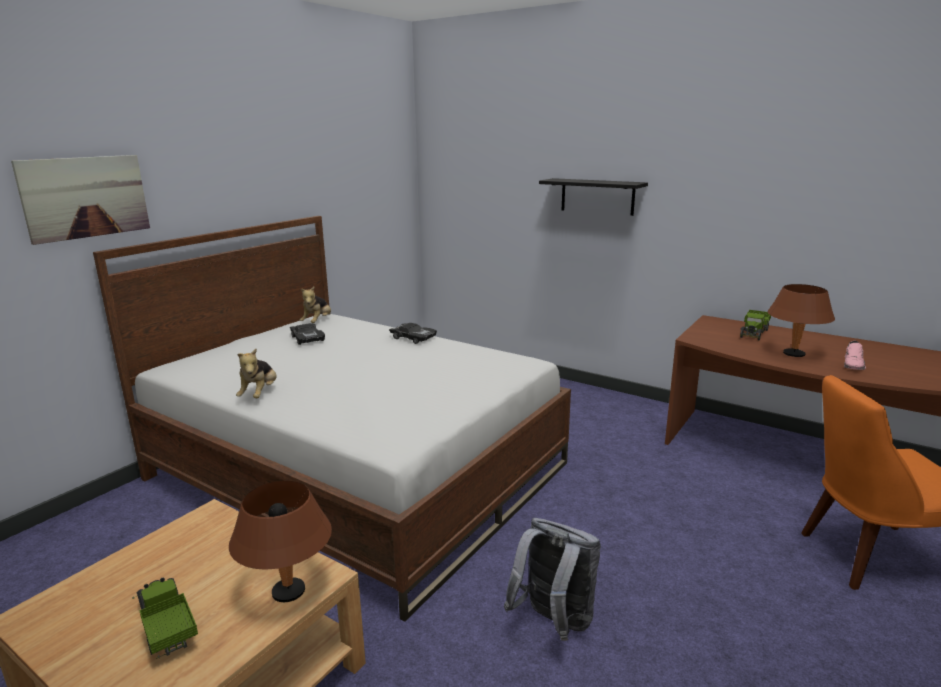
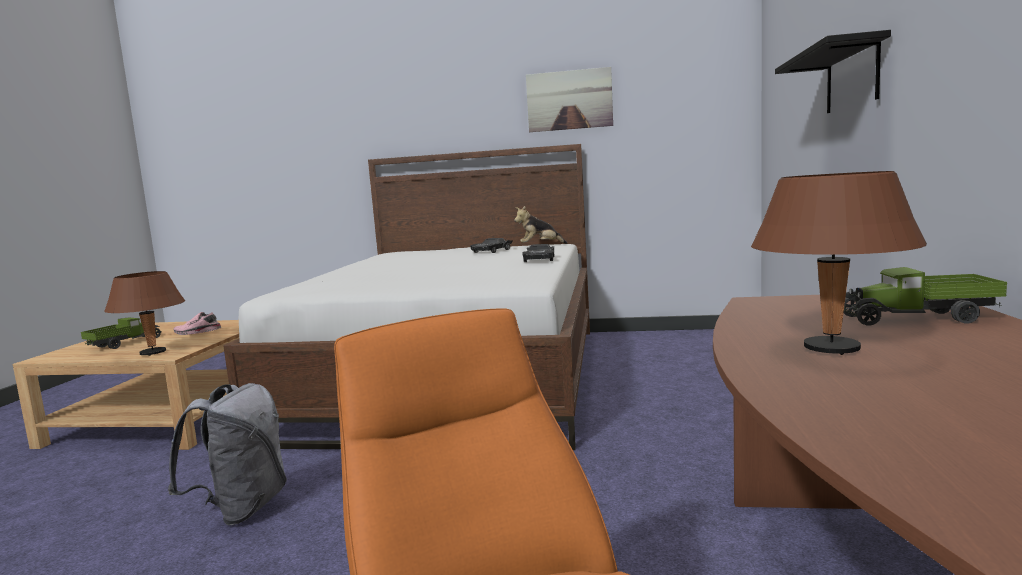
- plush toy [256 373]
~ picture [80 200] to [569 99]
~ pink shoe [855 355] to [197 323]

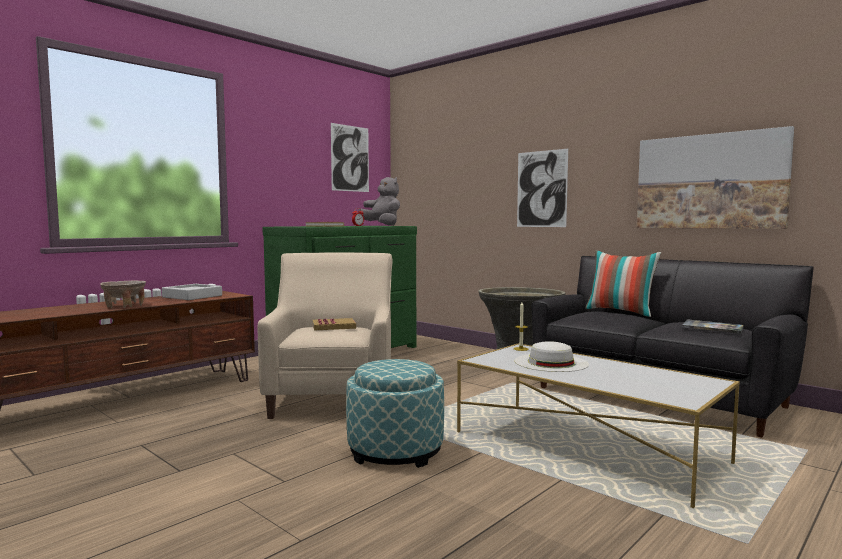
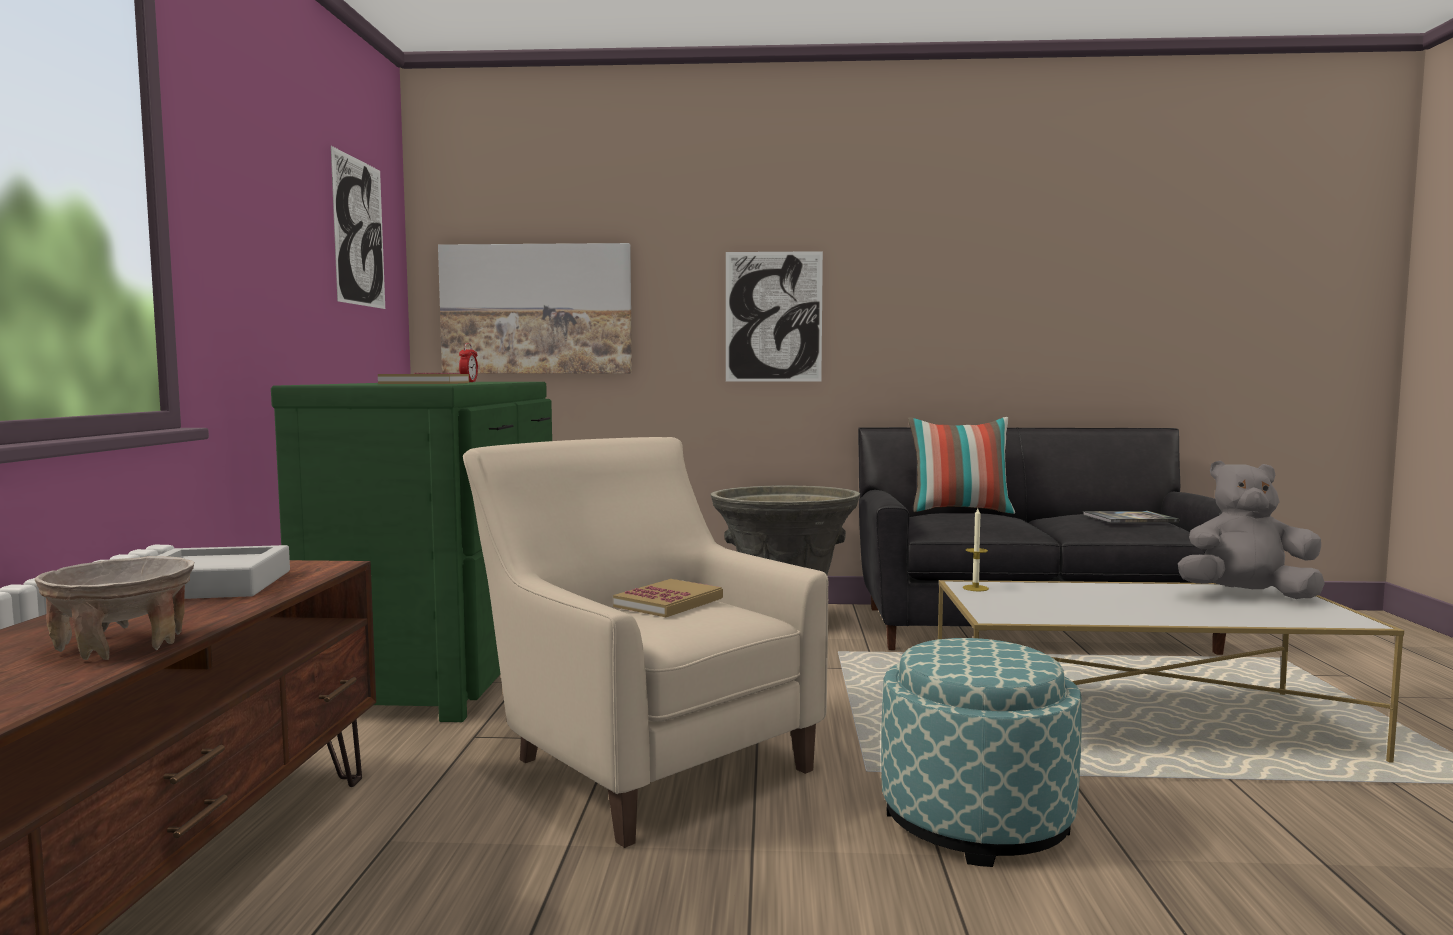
- white hat [551 356]
~ grey plush toy [379 201] to [1251 530]
~ picture [715 177] to [535 308]

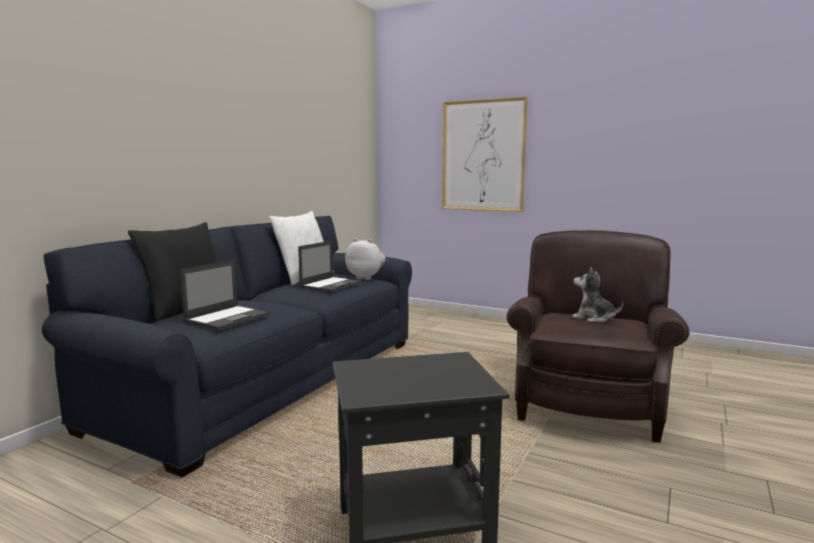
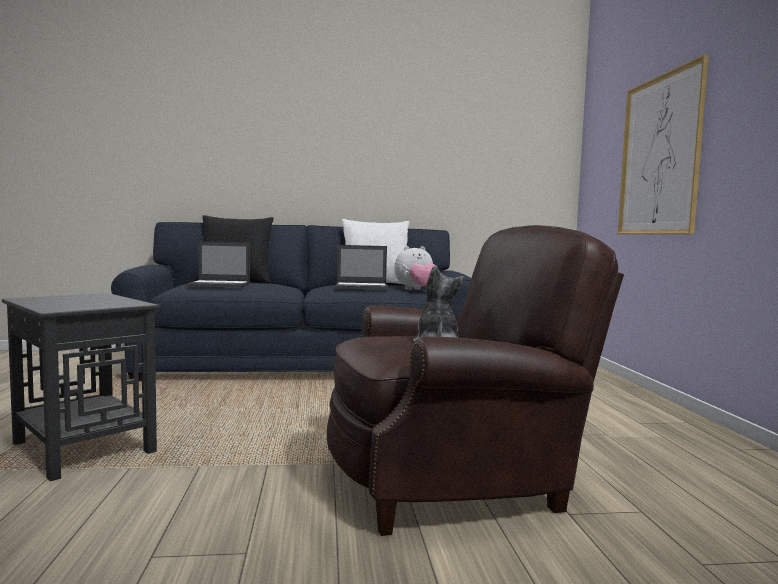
~ plush toy [365 259] = [414 268] 75 degrees clockwise

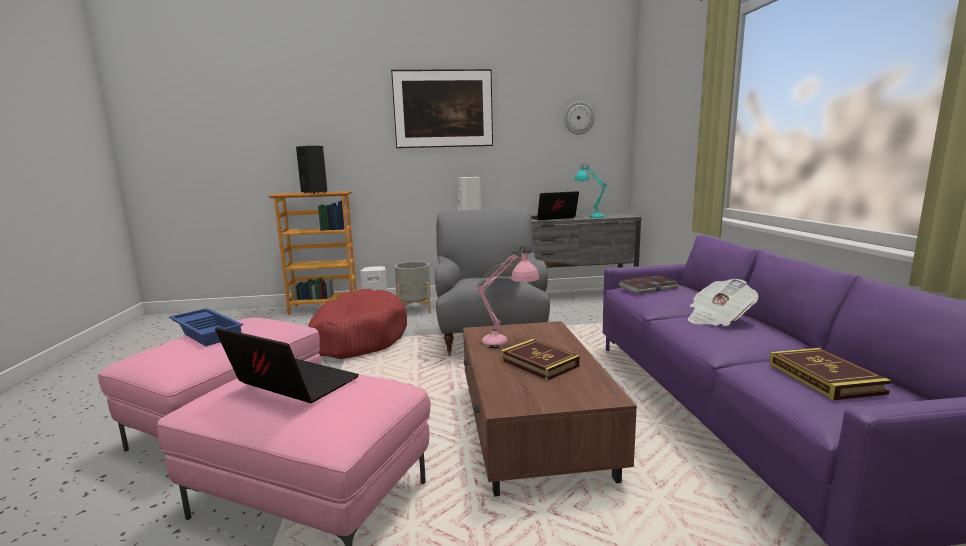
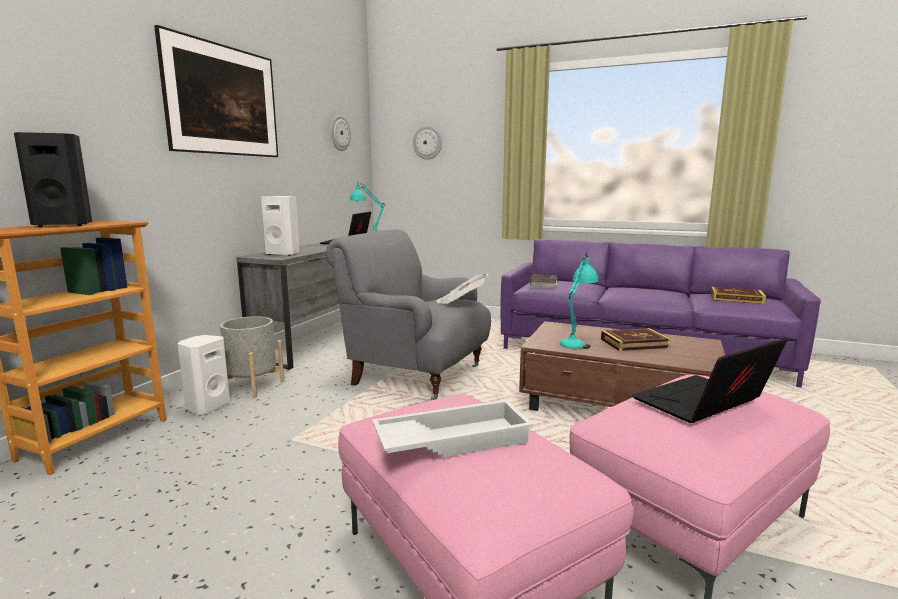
- red dog bed [358 323]
- newspaper [723 302]
+ wall clock [427 143]
~ blue tray [206 327] to white tray [453 428]
~ pink table lamp [508 297] to turquoise table lamp [579 301]

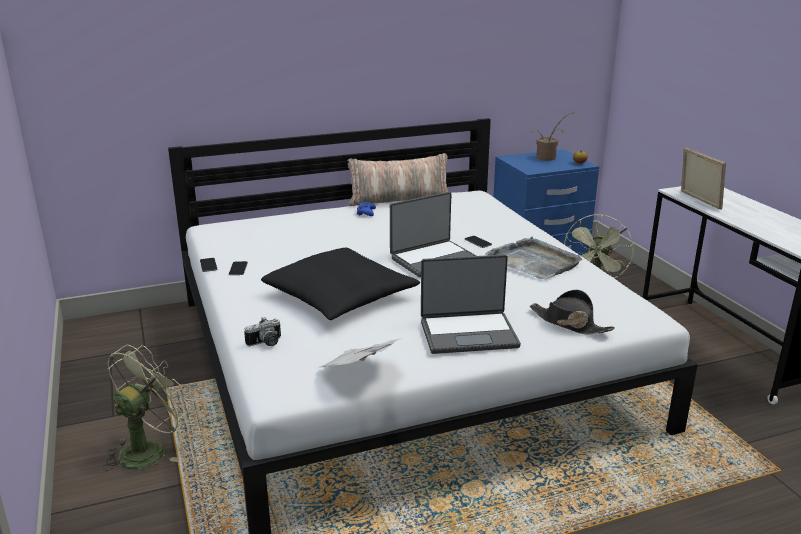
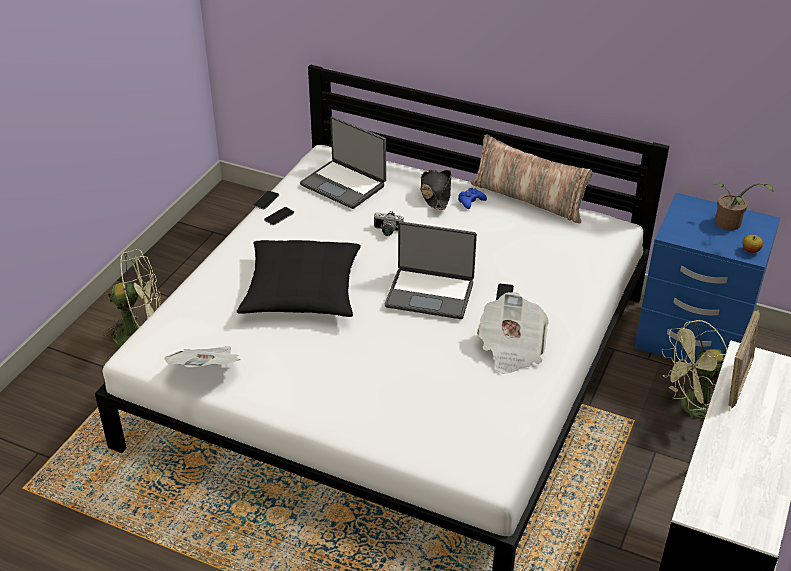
~ photo camera [262 331] to [389 223]
~ laptop [471 304] to [343 162]
~ black hat [572 312] to [436 189]
~ grey tray [533 258] to newspaper [513 333]

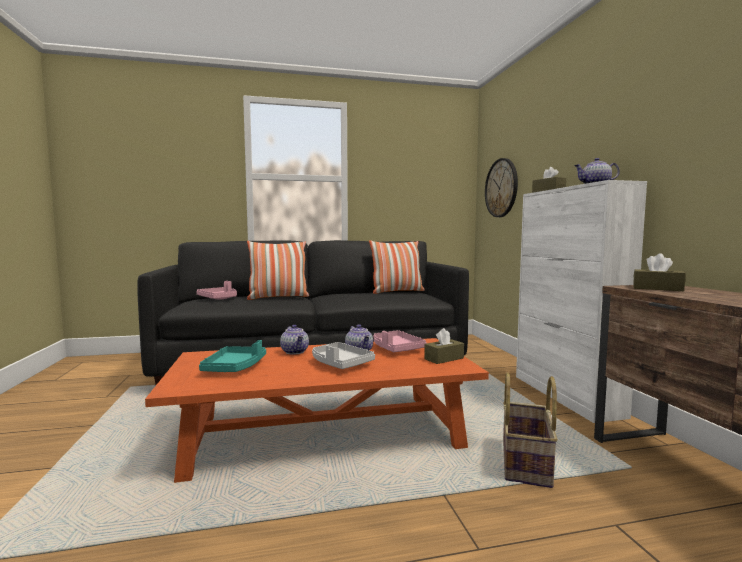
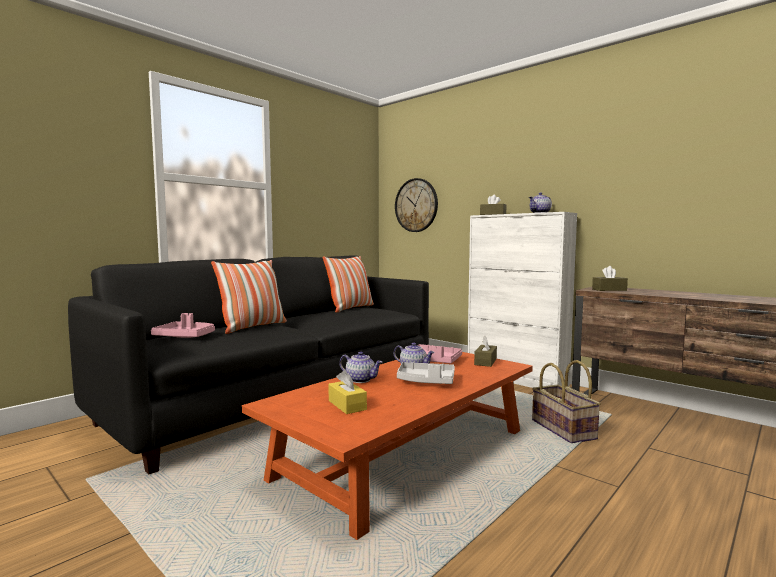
~ turquoise tray [232 356] to yellow tissue box [347 392]

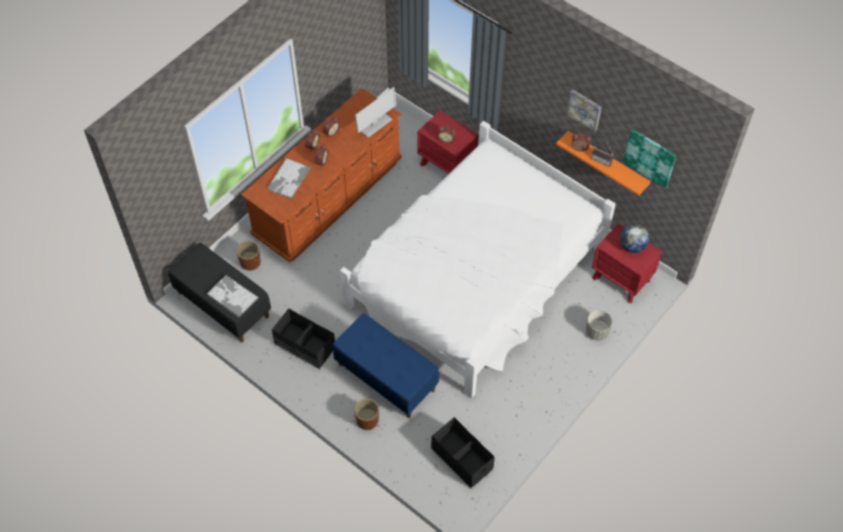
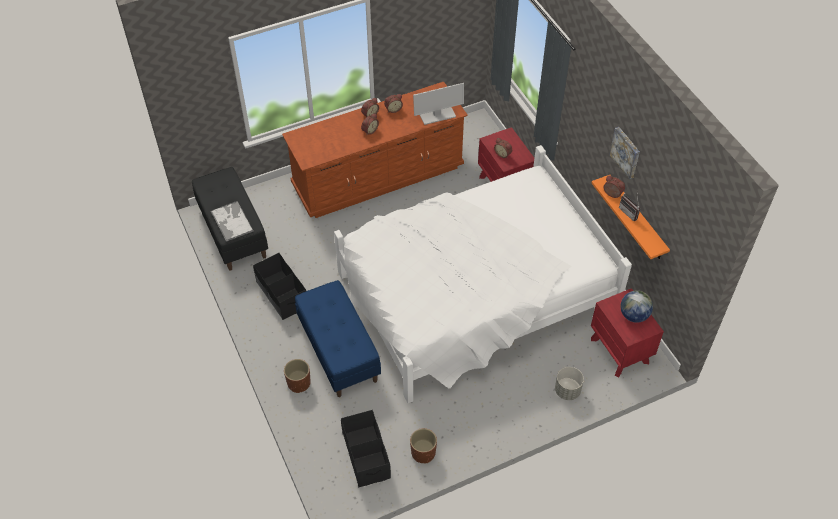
- tray [289 178]
- picture [649 159]
~ brown planter [248 255] to [423 445]

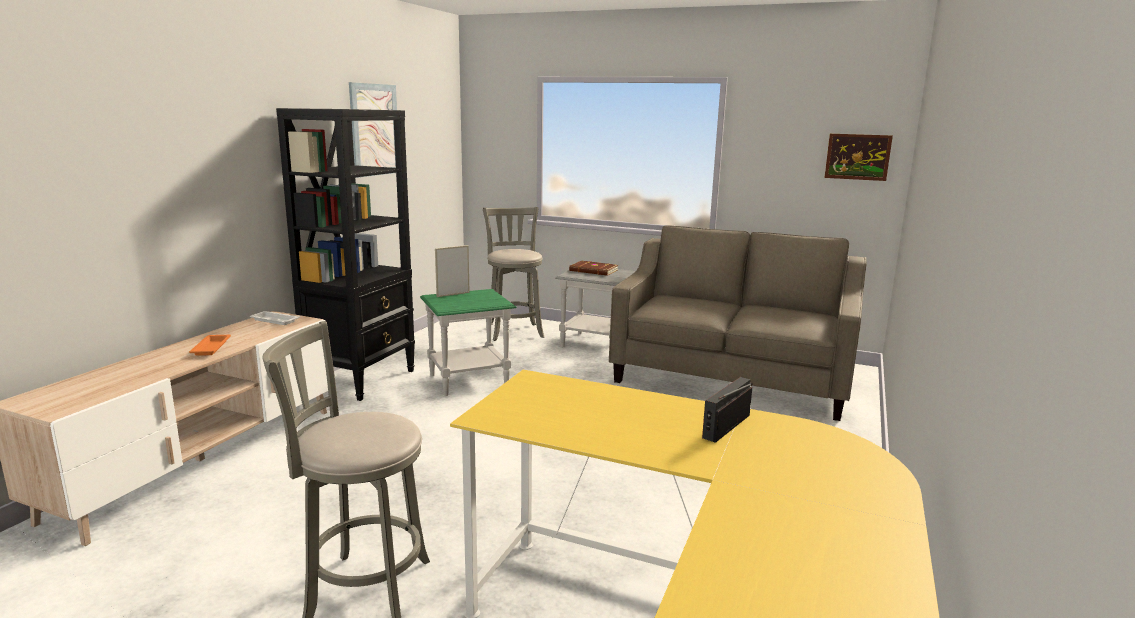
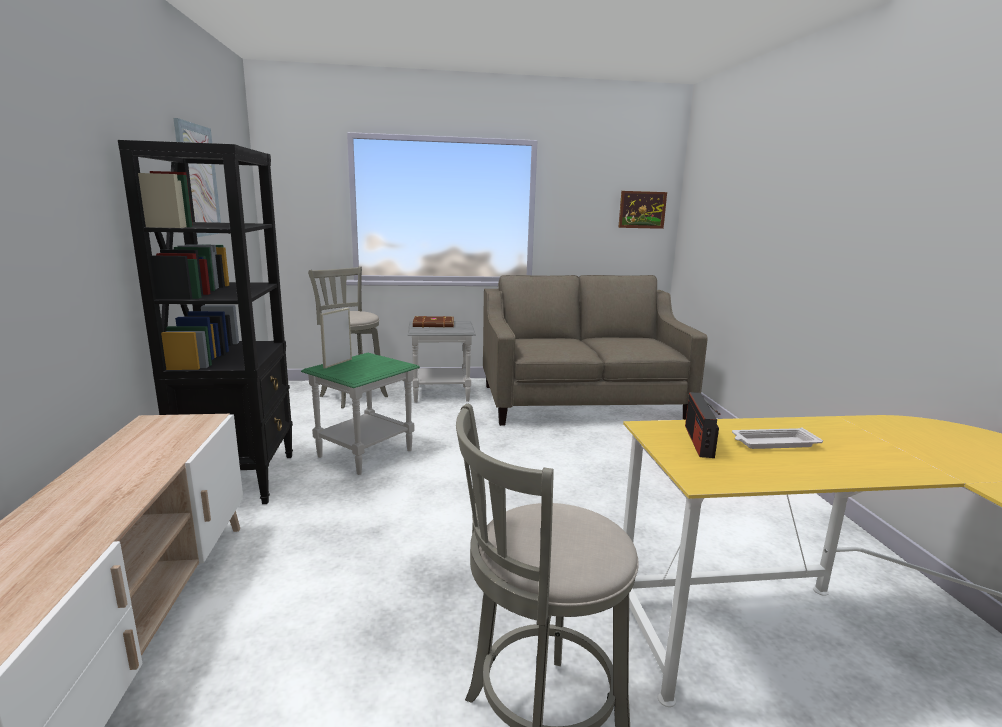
- orange tray [210 345]
~ white tray [275 318] to [777 438]
~ radio [727 410] to [702 425]

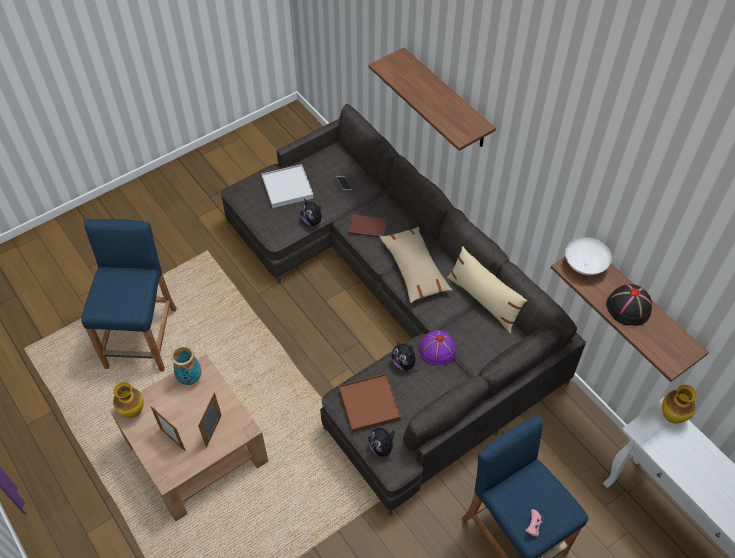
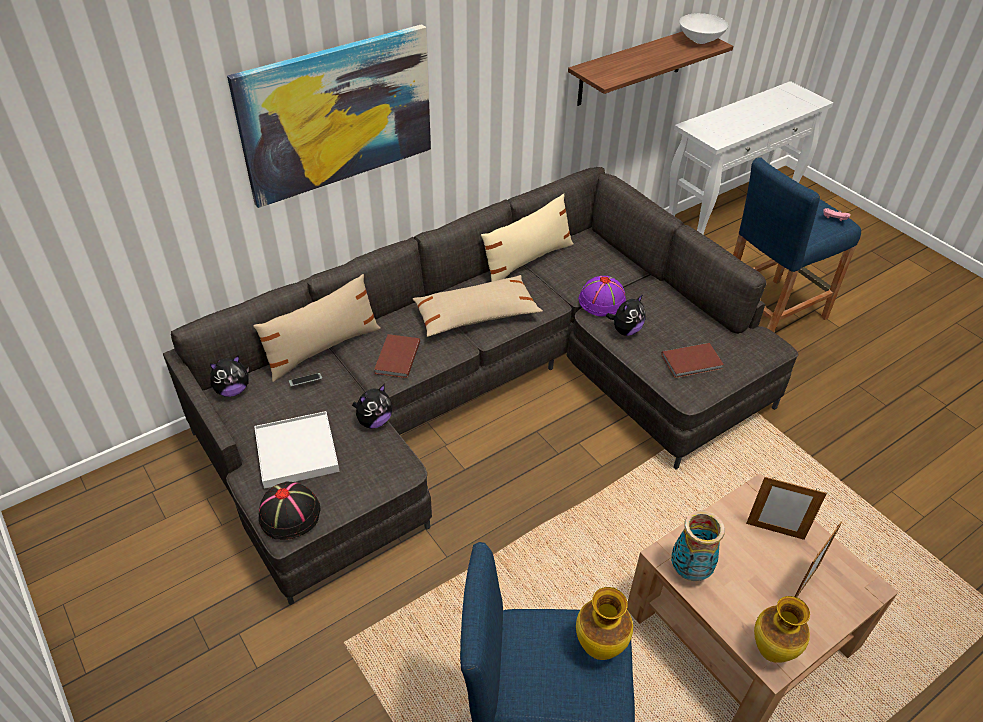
+ beige pillow [316 328]
~ plush toy [382 441] to [229 376]
~ white bowl [588 256] to [703 28]
~ black hat [629 305] to [289 511]
~ vase [679 404] to [604 623]
~ brown tray [370 403] to brown book [692 360]
~ shelf [432 99] to picture [329 116]

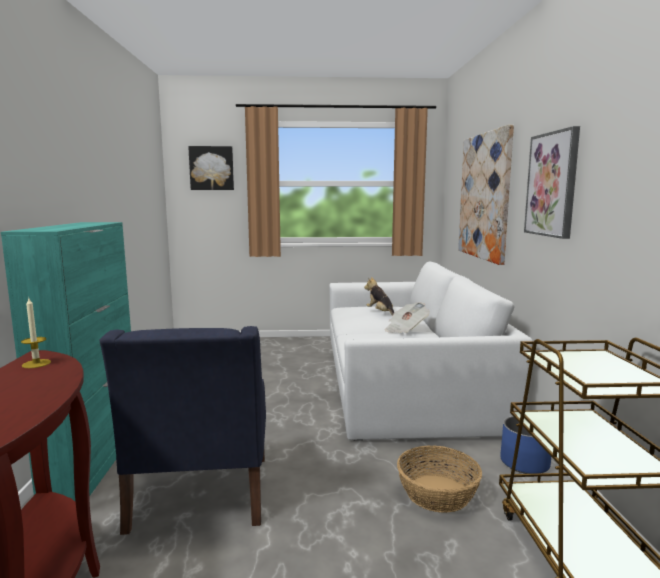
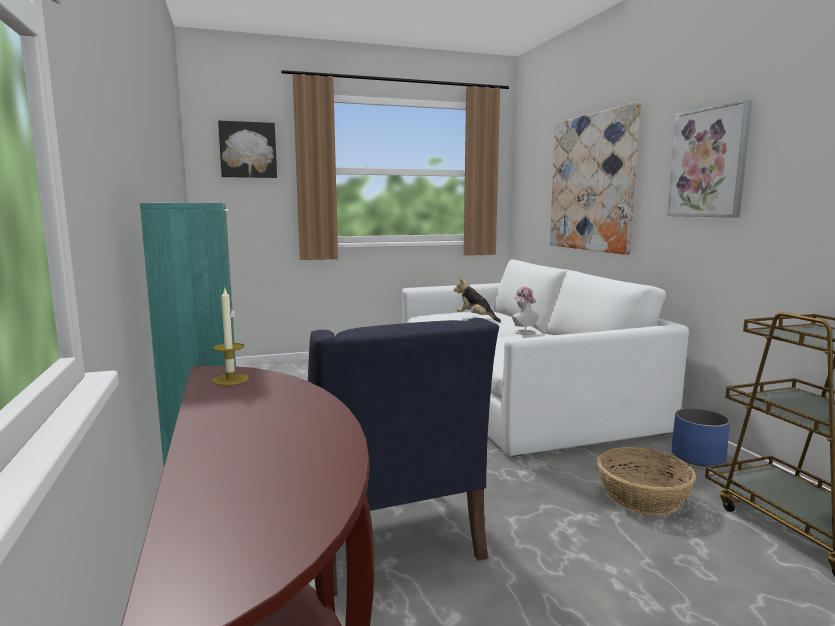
~ newspaper [407 317] to hat [525 310]

